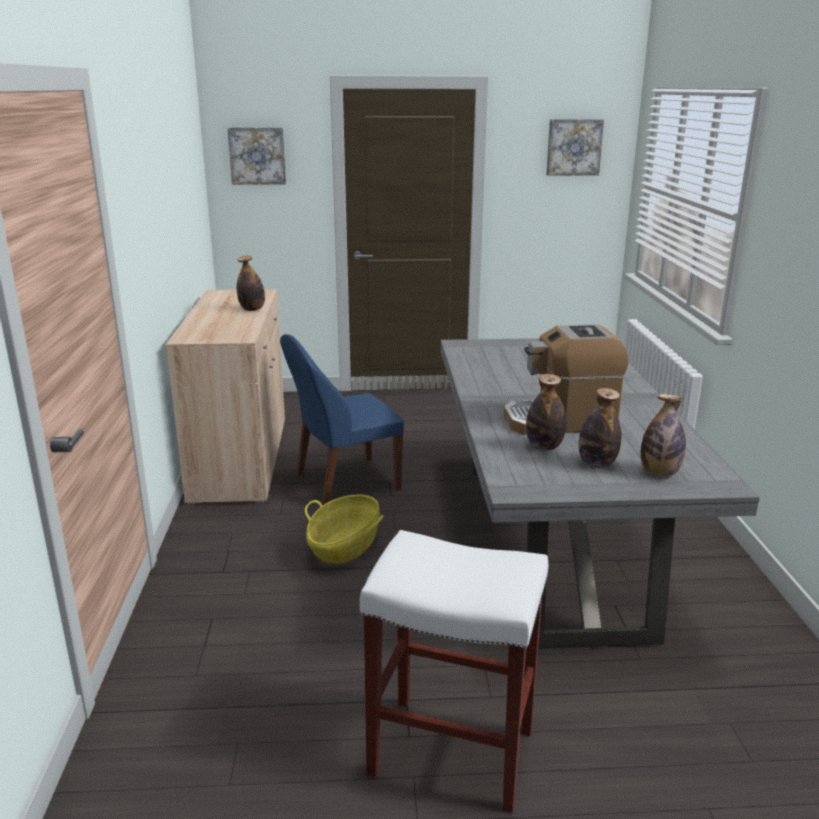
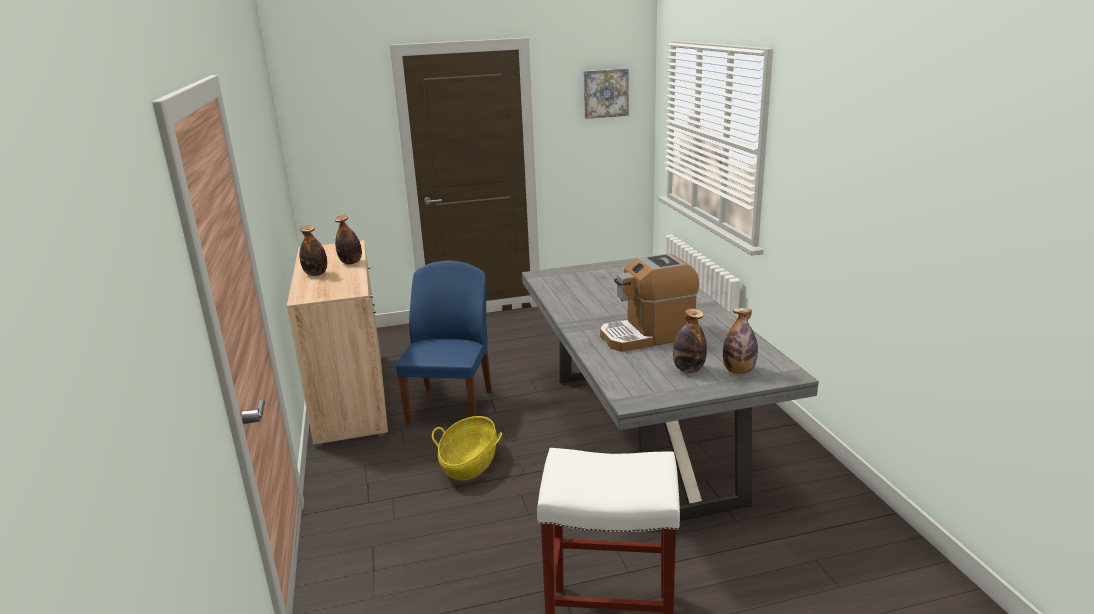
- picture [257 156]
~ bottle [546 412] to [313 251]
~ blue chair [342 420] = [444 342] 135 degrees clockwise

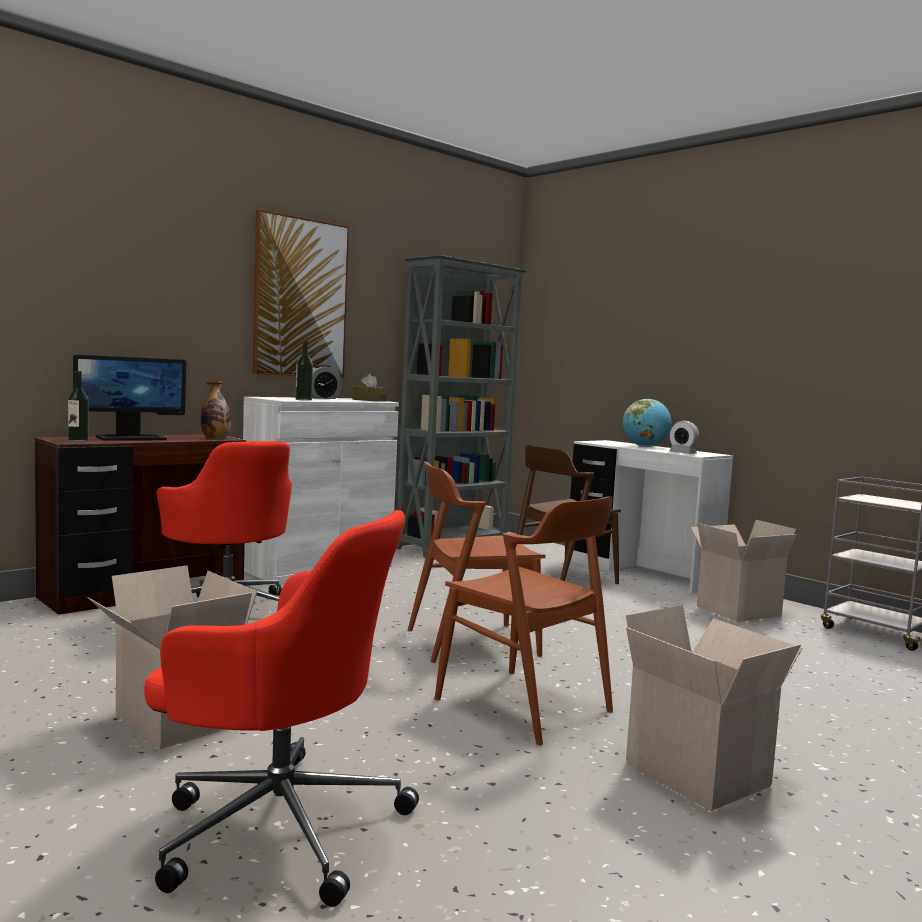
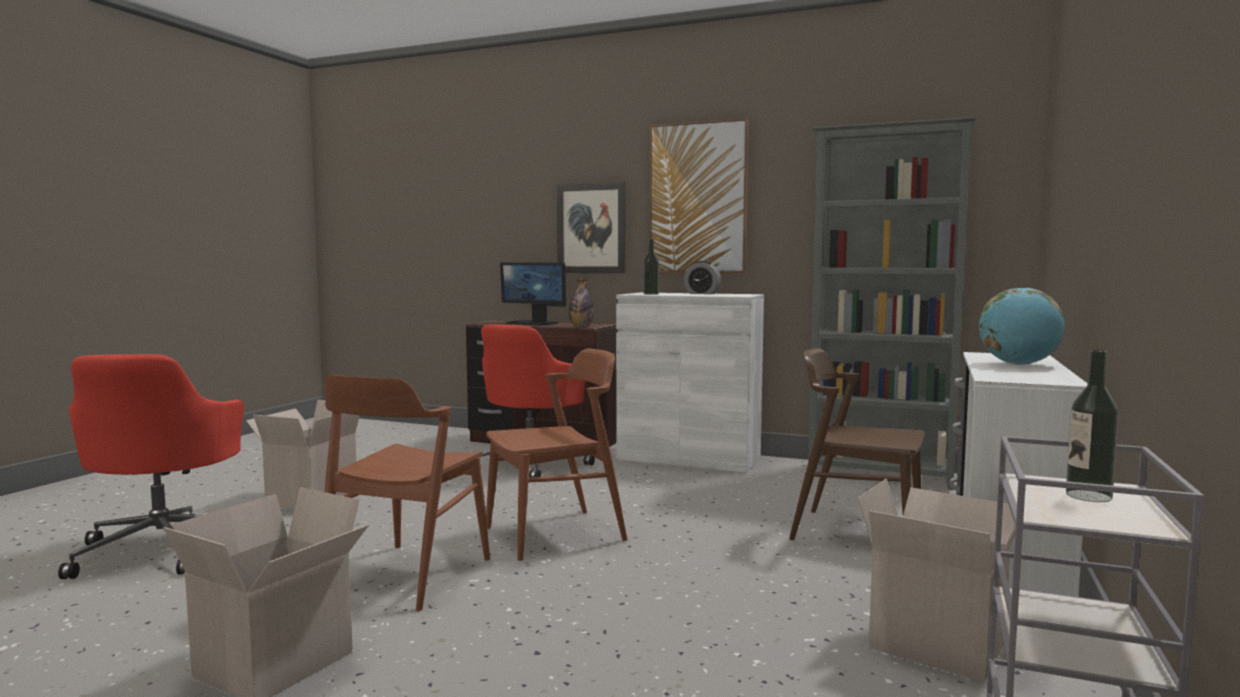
- brown tissue box [370 388]
- alarm clock [684 437]
+ picture [591 227]
~ bottle [78 406] to [1092 426]
~ brown chair [476 562] = [556 454] 105 degrees clockwise

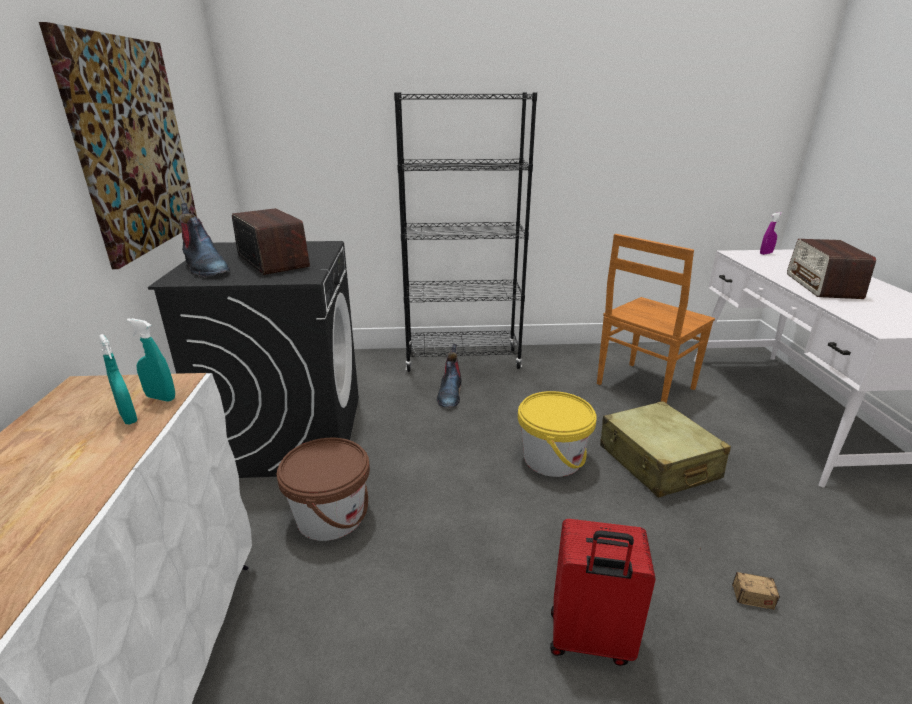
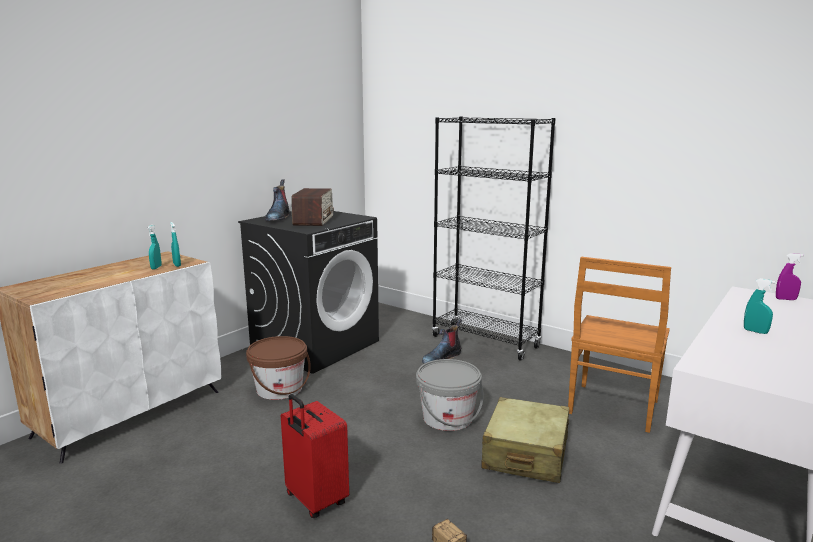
- picture [118 145]
~ radio [831 269] to turquoise spray bottle [760 306]
~ yellow bucket [557 434] to grey bucket [450 395]
~ brown chair [656 318] = [619 345] 60 degrees counterclockwise

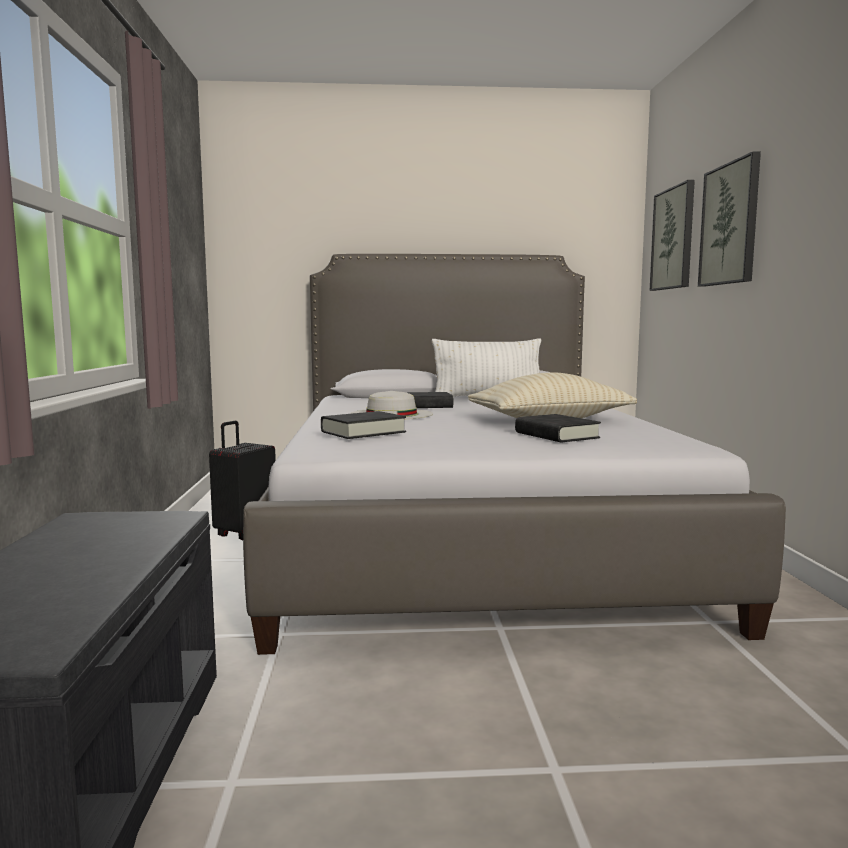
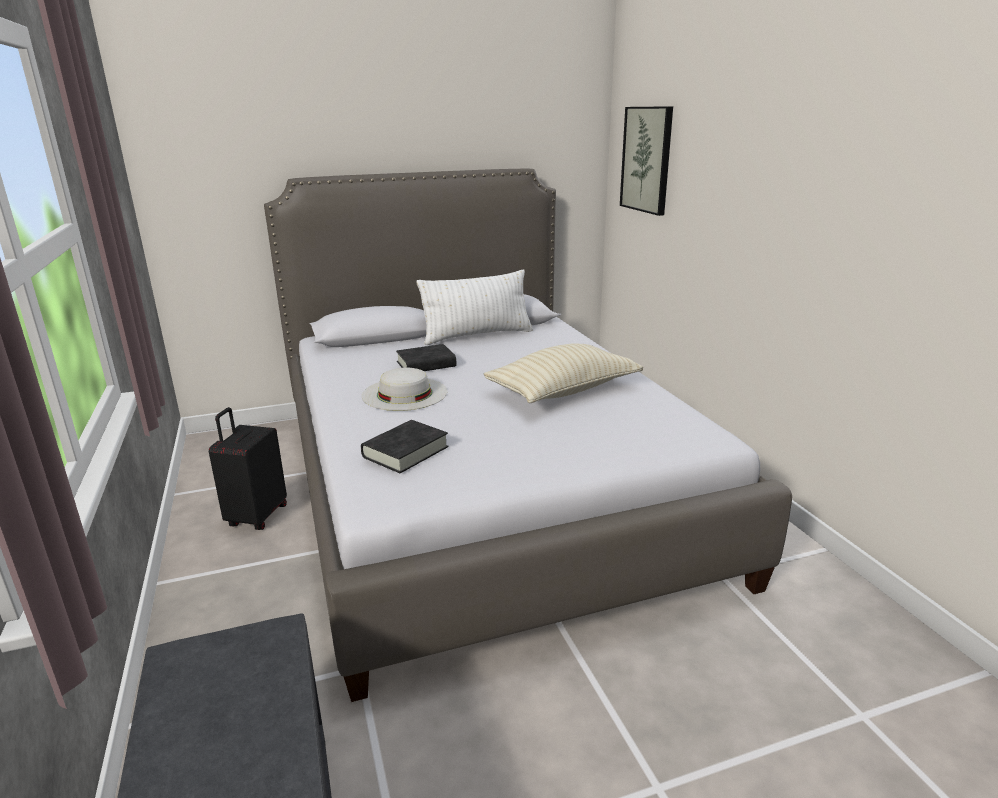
- black book [558 428]
- picture [729 219]

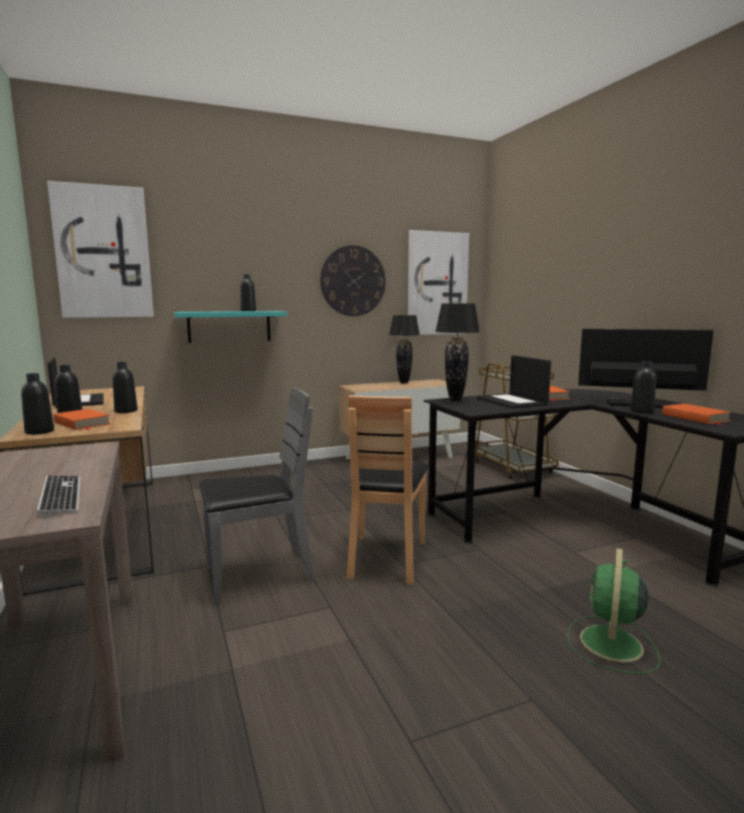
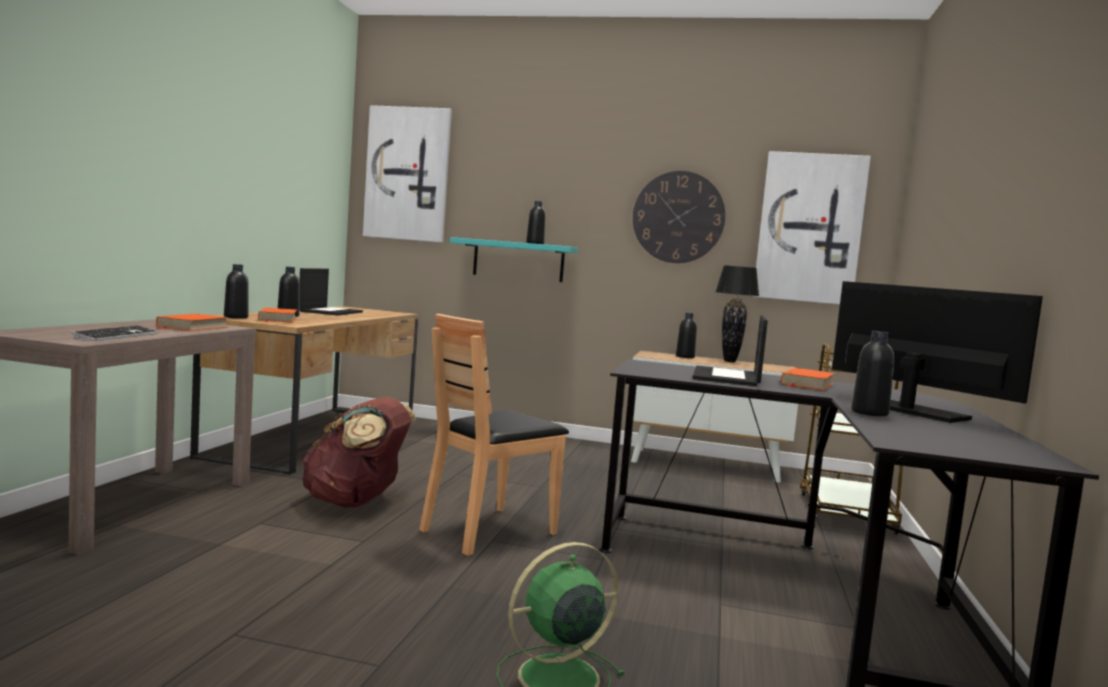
- black table lamp [457 352]
~ black bottle [125 387] to [686 335]
~ orange book [697 415] to [192 322]
~ grey chair [257 496] to brown backpack [358 452]

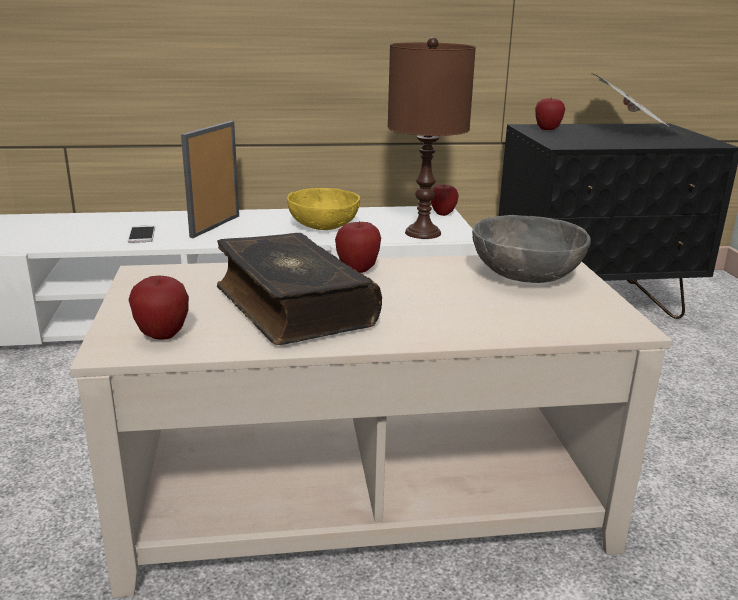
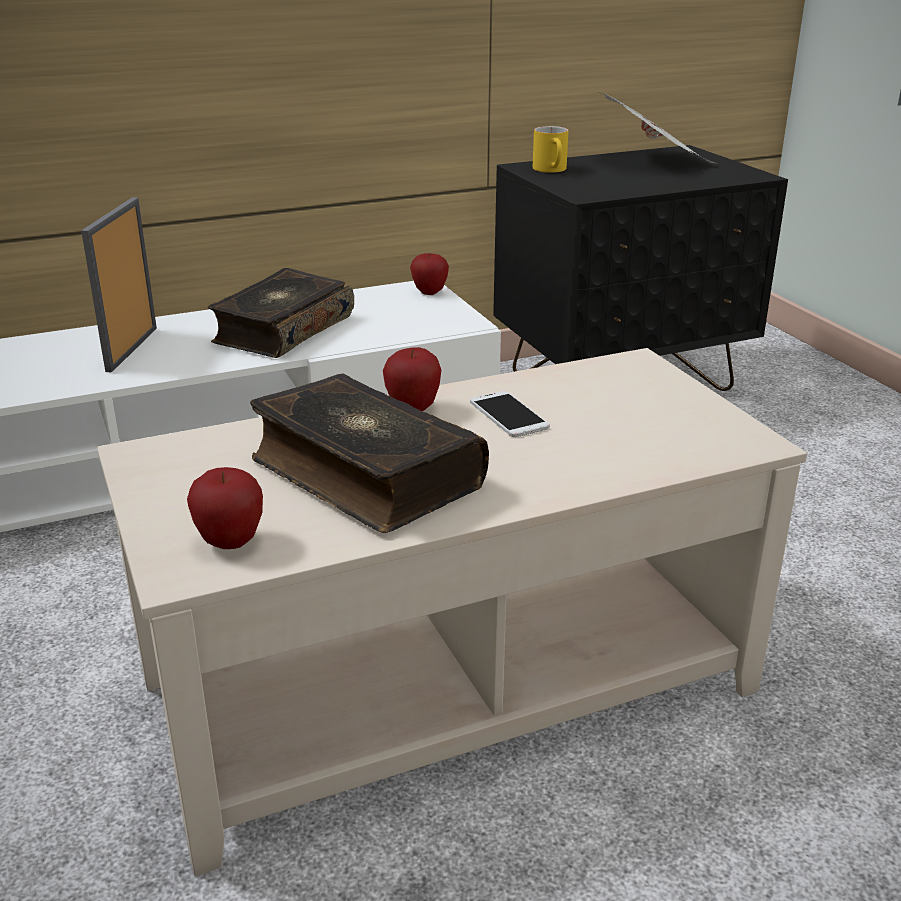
- brown table lamp [432 138]
- grey bowl [531 249]
~ phone [141 234] to [510 414]
~ yellow bowl [323 209] to book [281 313]
~ apple [550 114] to yellow mug [551 149]

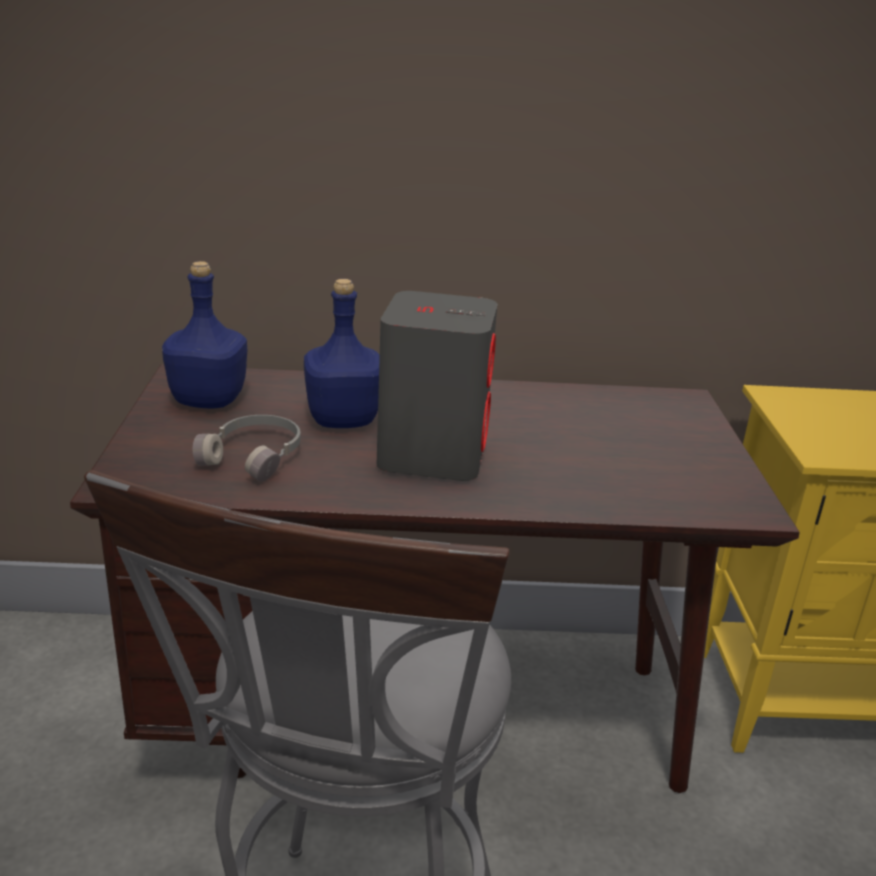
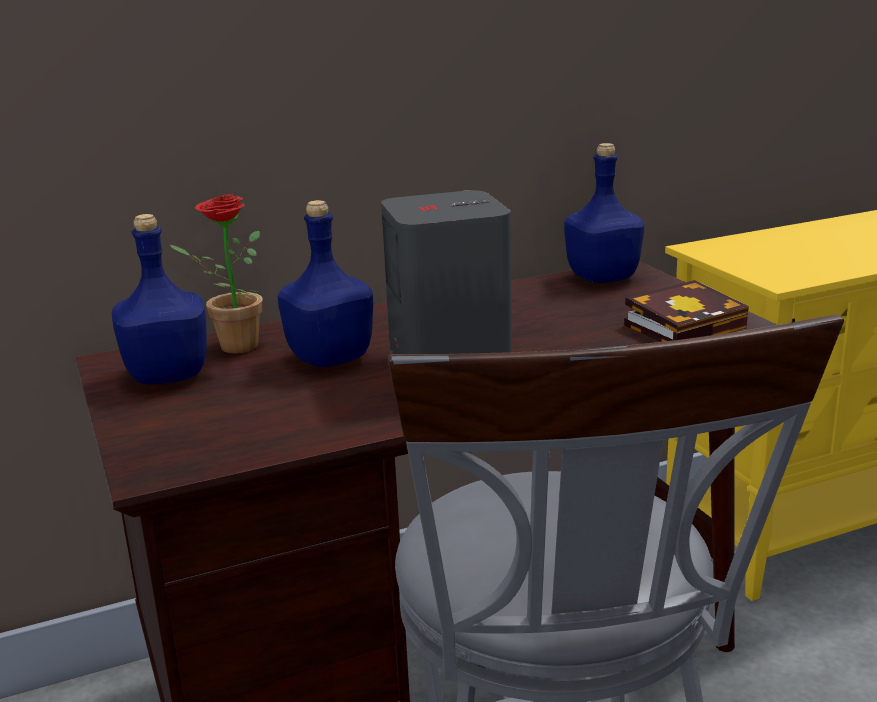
- grey headphones [247 448]
+ potted plant [216 274]
+ blue bottle [604 213]
+ book [686 311]

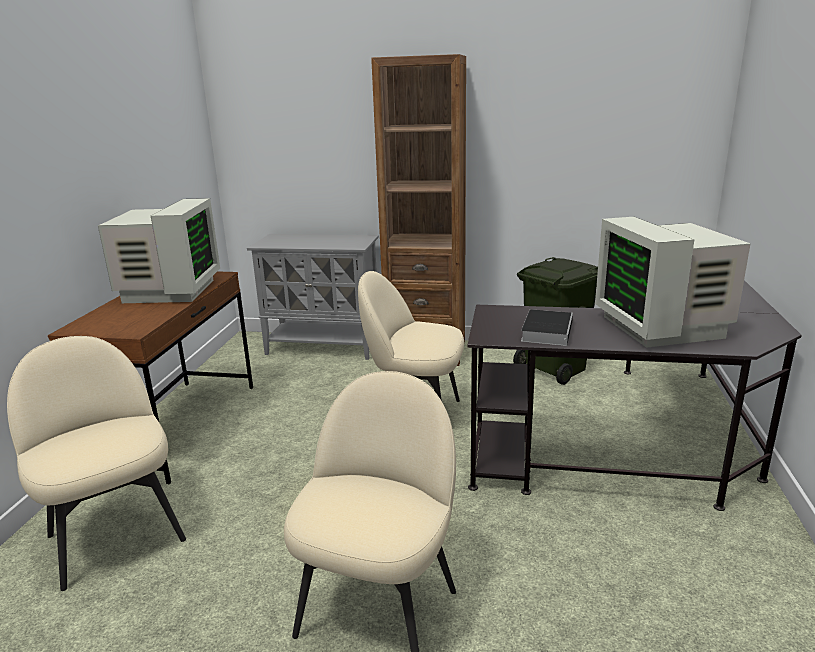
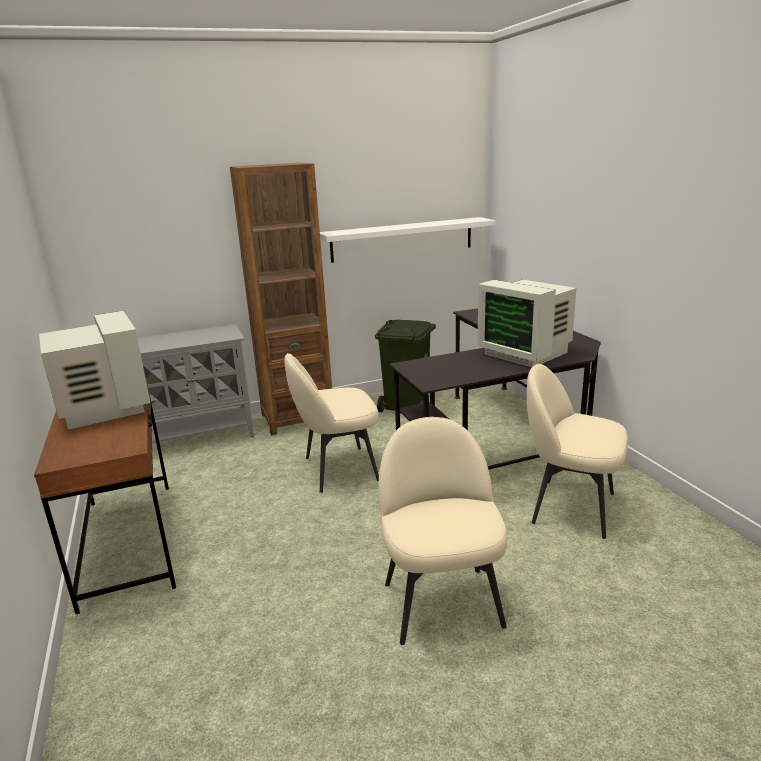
- book [547 327]
+ white shelf [408 240]
~ beige chair [96 463] to [577 451]

